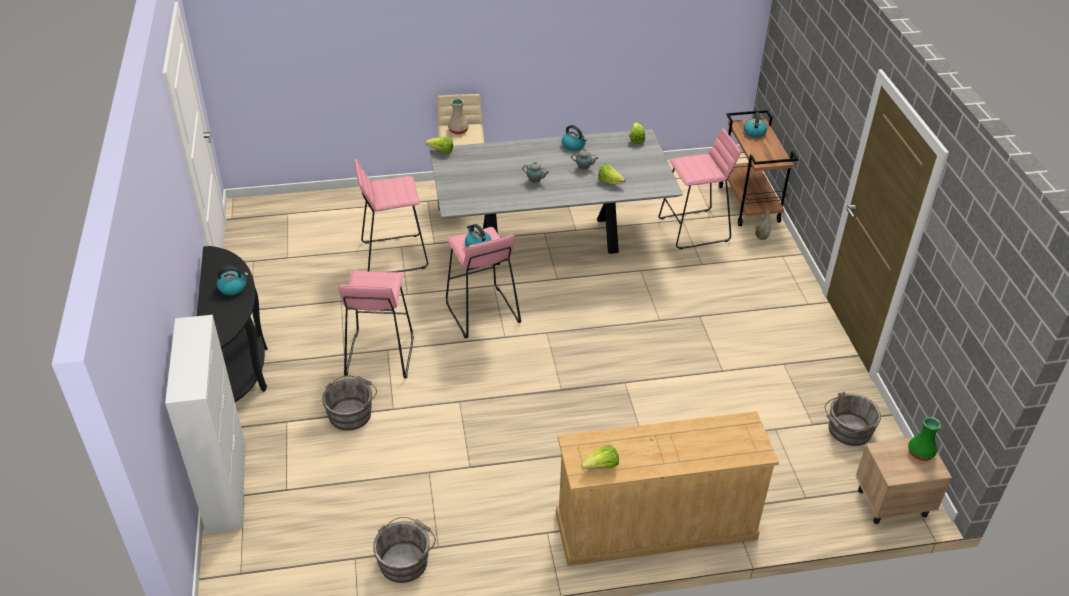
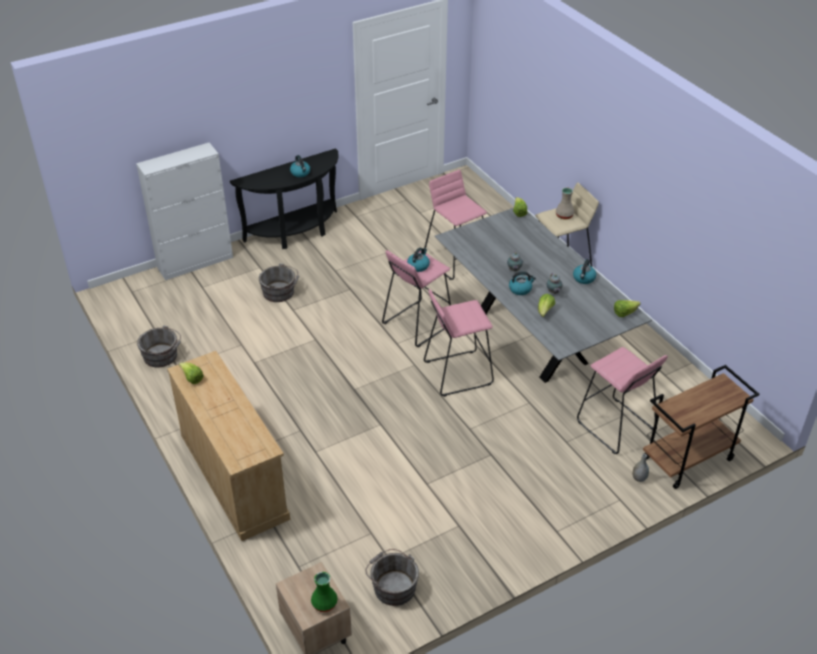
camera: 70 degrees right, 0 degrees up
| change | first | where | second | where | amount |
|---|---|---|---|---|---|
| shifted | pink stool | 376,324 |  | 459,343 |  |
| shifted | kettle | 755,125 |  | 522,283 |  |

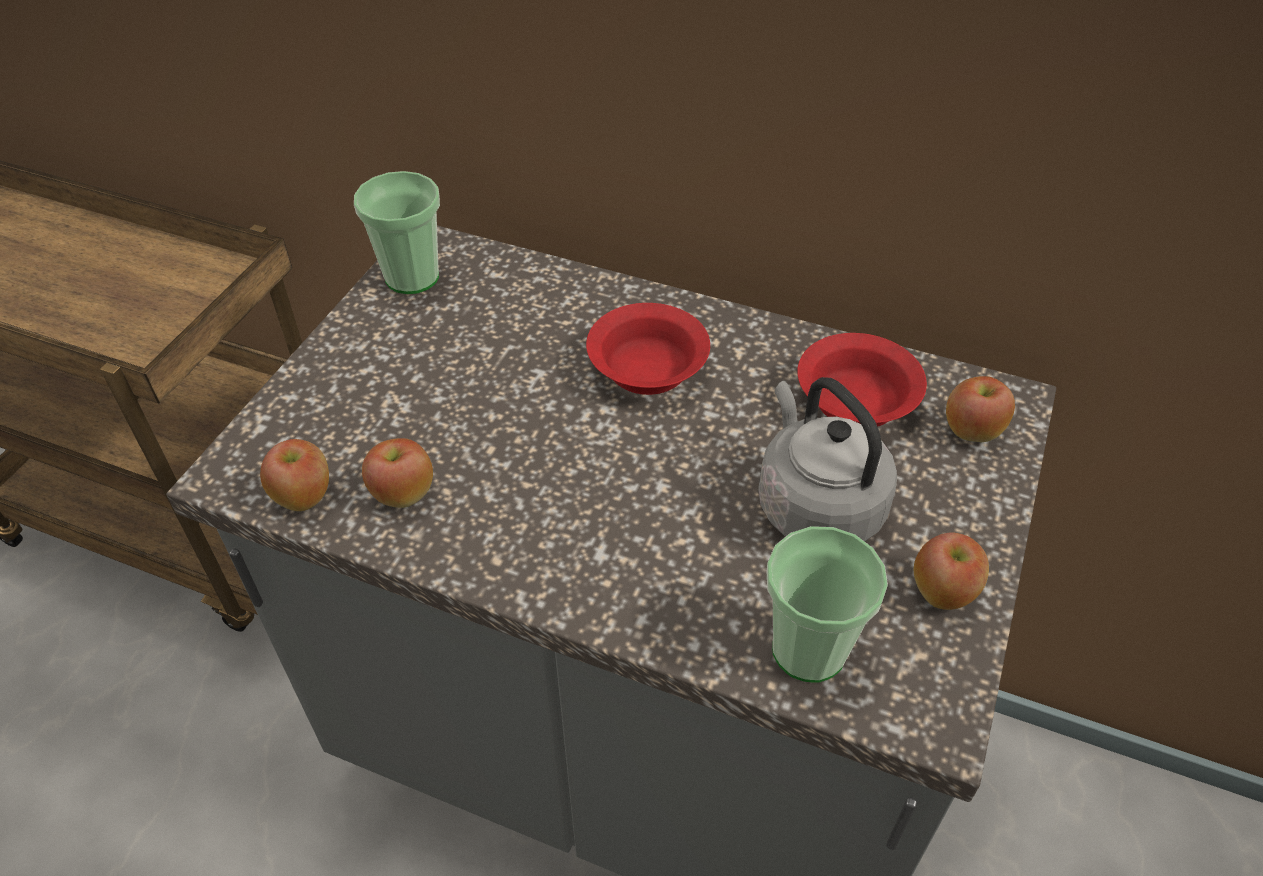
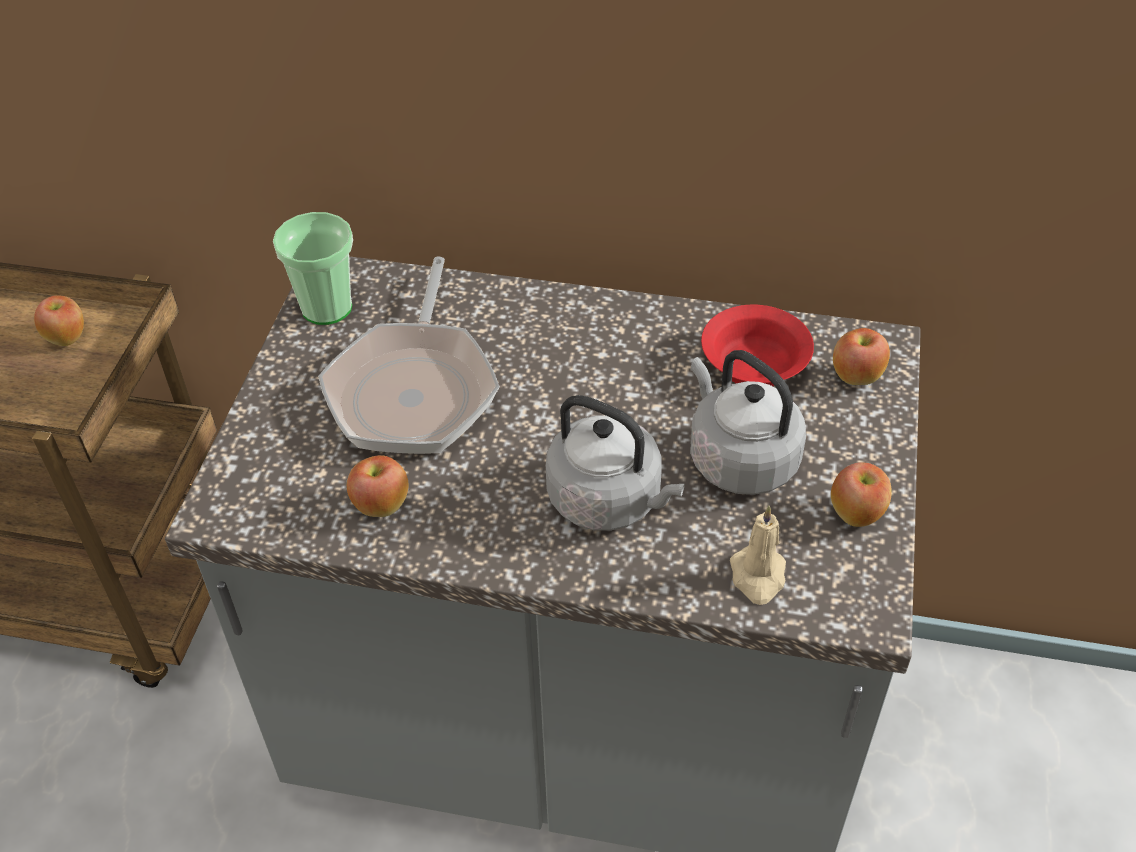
camera: 10 degrees left, 0 degrees up
| change | first | where | second | where | amount |
|---|---|---|---|---|---|
| shifted | apple | 294,475 |  | 59,321 |  |
| gone | red bowl | 648,349 |  |  |  |
| swapped | cup | 827,604 | beige candle | 758,555 |  |
| new |  |  | frying pan | 409,355 |  |
| new |  |  | grey kettle | 615,463 |  |

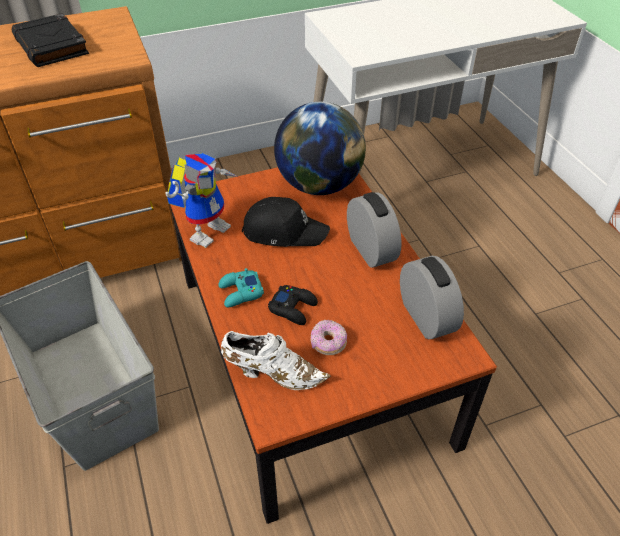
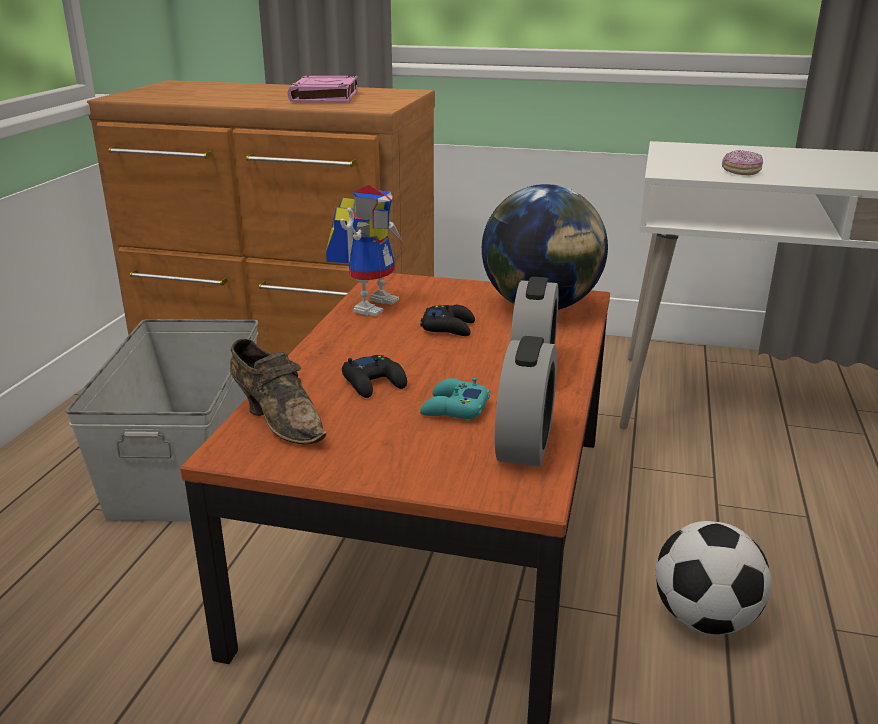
camera: 35 degrees right, 20 degrees down
| change | first | where | second | where | amount |
|---|---|---|---|---|---|
| repainted | black book | 50,40 | pink book | 322,89 |  |
| rotated | toy robot | 201,200 |  | 364,251 | 45 degrees counterclockwise |
| shifted | turquoise game controller | 241,287 |  | 455,398 |  |
| repainted | white shoe | 276,360 | brown shoe | 278,392 |  |
| swapped | black cap | 286,222 | black game controller | 447,320 |  |
| shifted | donut | 329,337 |  | 742,162 |  |
| new |  |  | football | 713,578 |  |

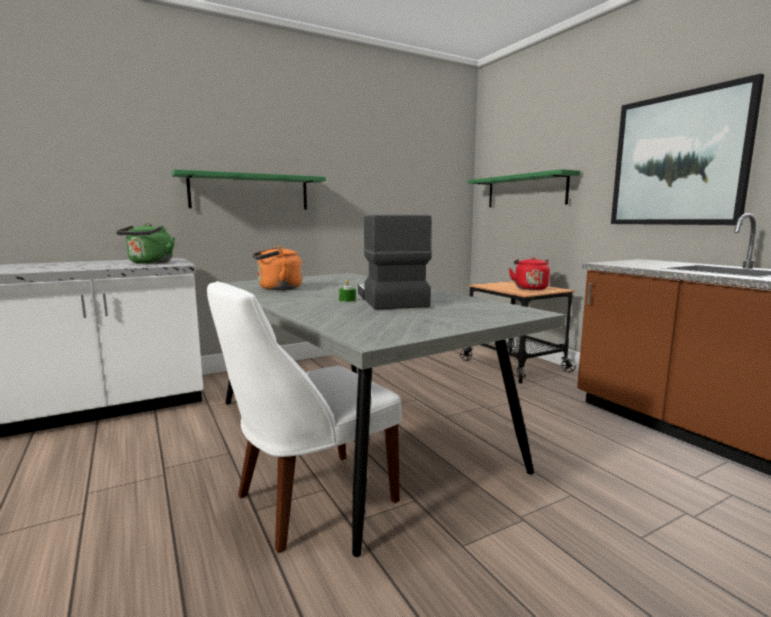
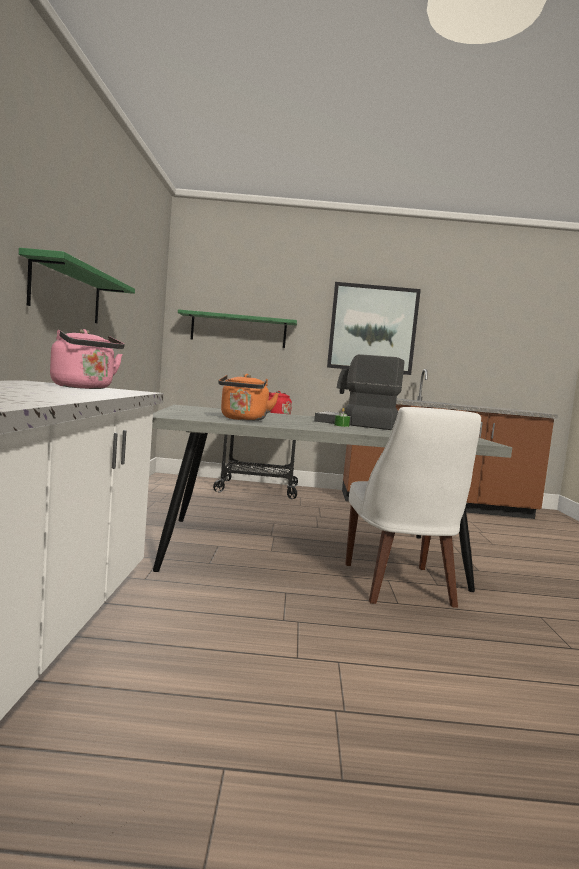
camera: 60 degrees left, 5 degrees down
| change | first | where | second | where | amount |
|---|---|---|---|---|---|
| repainted | green kettle | 145,243 | pink kettle | 87,359 |  |

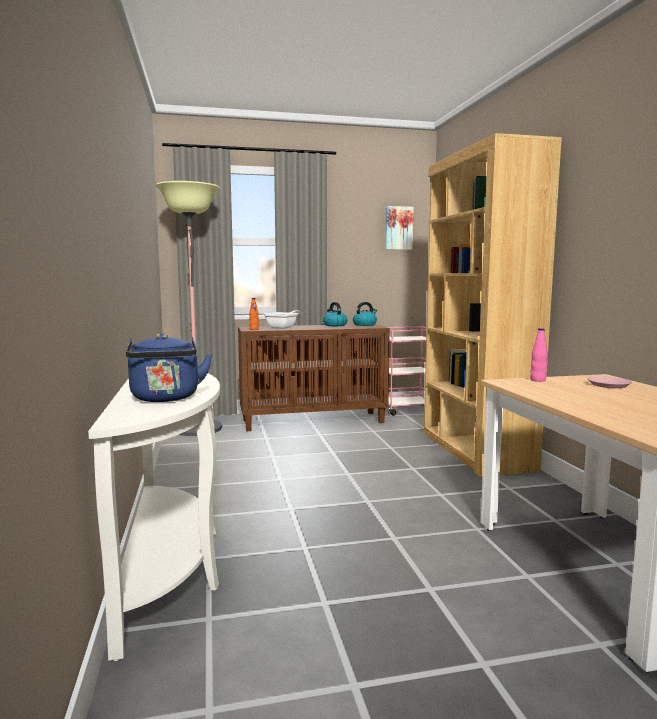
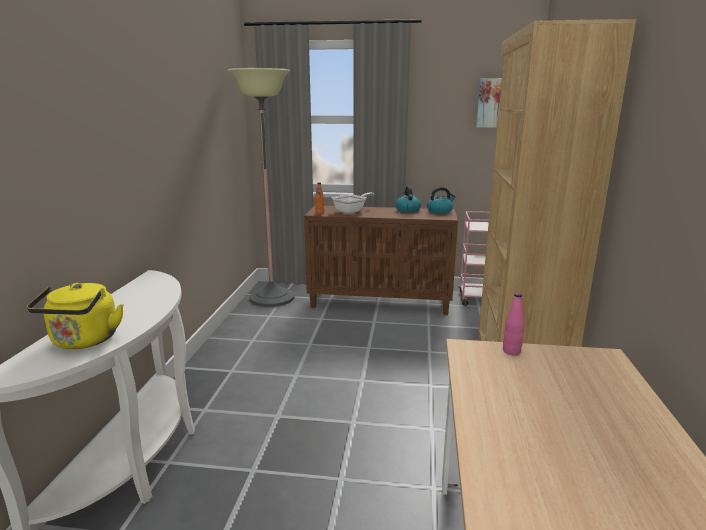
camera: 20 degrees right, 10 degrees up
| change | first | where | second | where | amount |
|---|---|---|---|---|---|
| repainted | blue kettle | 169,367 | yellow kettle | 75,316 |  |
| gone | pink plate | 610,382 |  |  |  |

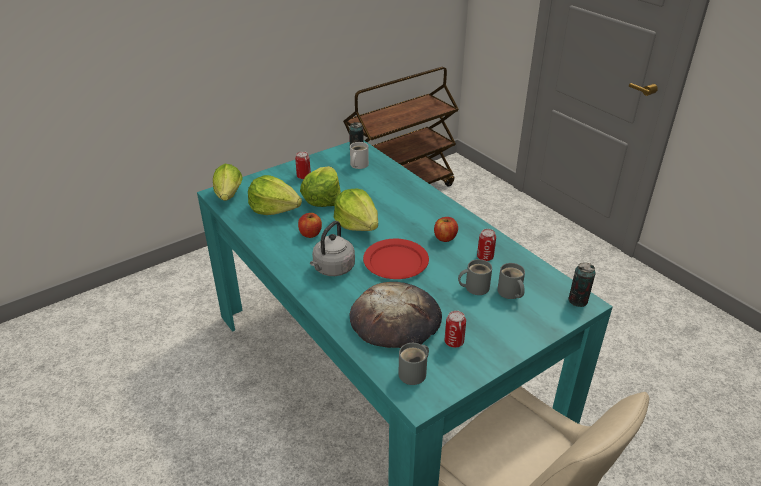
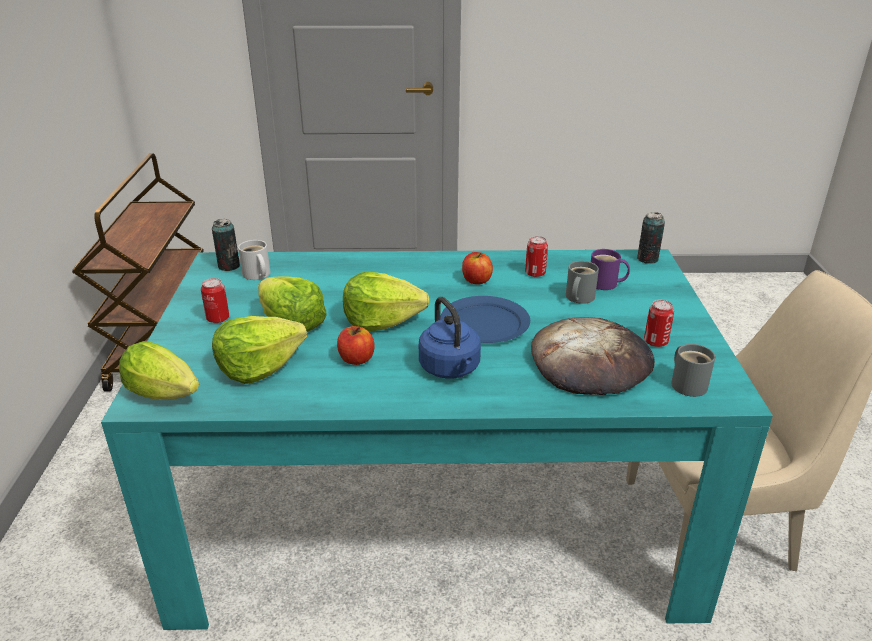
camera: 55 degrees left, 5 degrees down
| change | first | where | second | where | amount |
|---|---|---|---|---|---|
| repainted | grey kettle | 332,248 | blue kettle | 450,338 |  |
| repainted | red plate | 396,259 | blue plate | 485,319 |  |
| repainted | grey mug | 511,281 | purple mug | 610,269 |  |

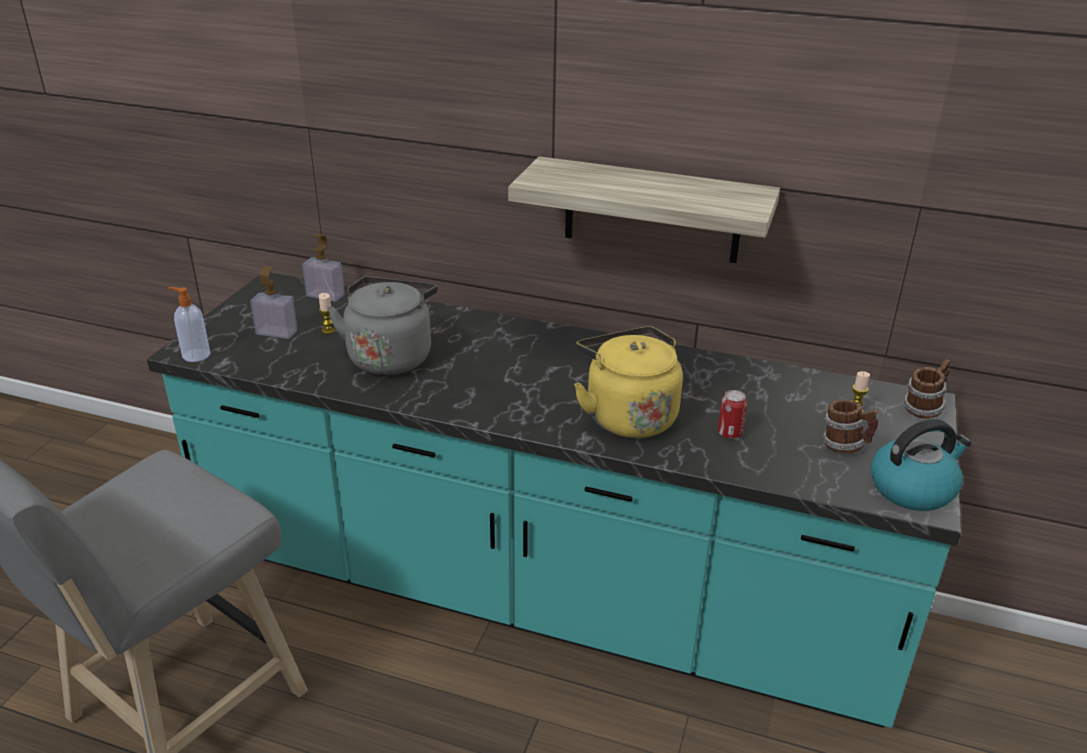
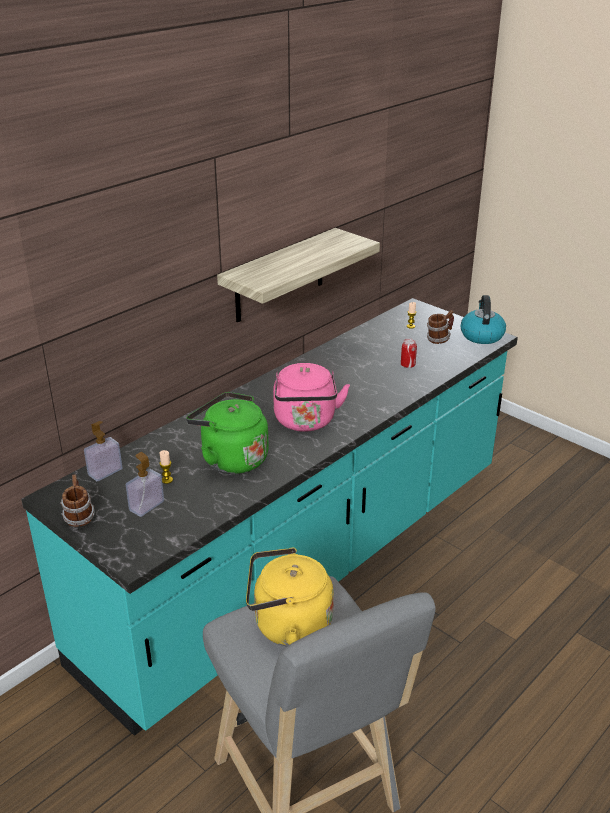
camera: 65 degrees left, 0 degrees up
| change | first | where | second | where | amount |
|---|---|---|---|---|---|
| gone | soap dispenser | 189,324 |  |  |  |
| repainted | grey kettle | 382,326 | green kettle | 227,433 |  |
| shifted | yellow kettle | 628,382 |  | 290,597 |  |
| shifted | mug | 927,389 |  | 77,500 |  |
| new |  |  | pink kettle | 311,397 |  |

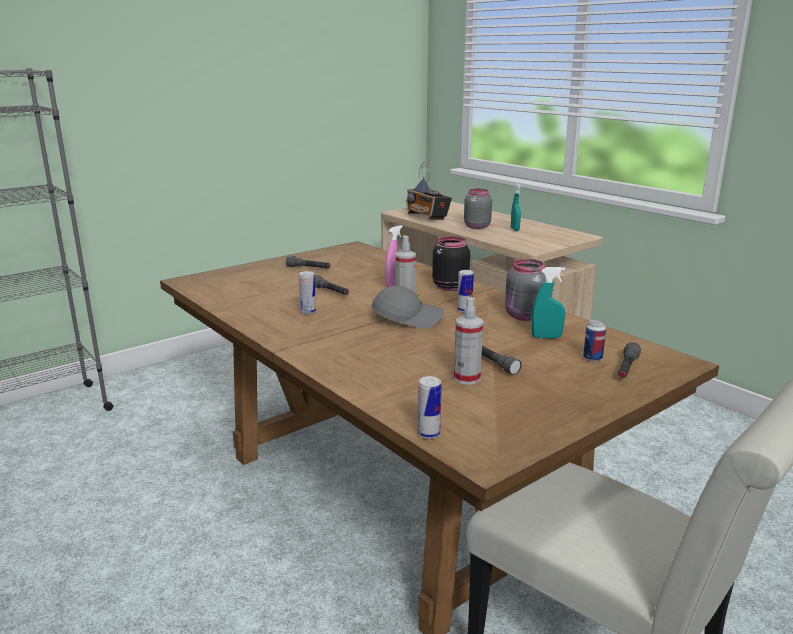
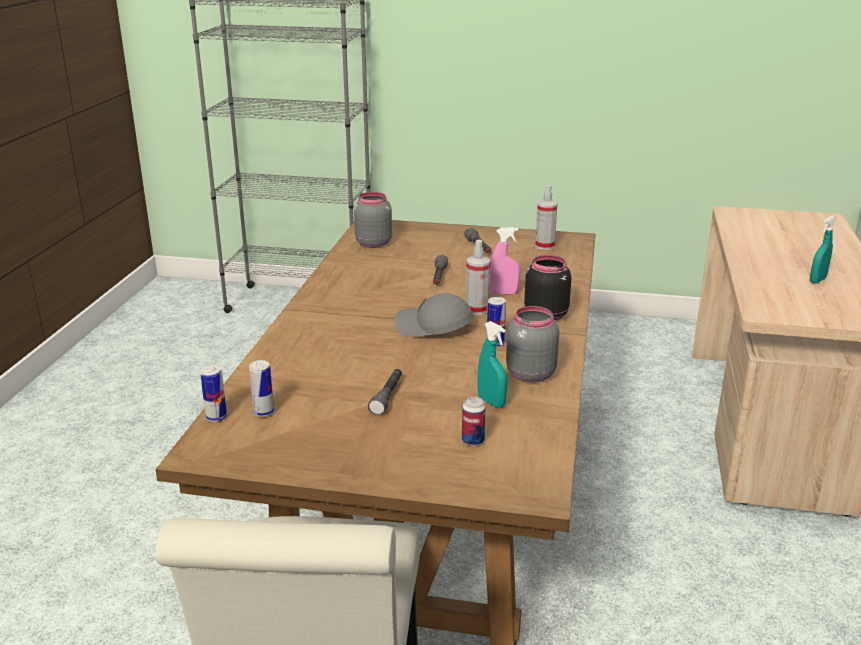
camera: 50 degrees right, 5 degrees up
| change | first | where | second | where | amount |
|---|---|---|---|---|---|
| shifted | can | 307,292 |  | 261,388 |  |
| rotated | grey cap | 407,307 |  | 434,315 | 150 degrees clockwise |
| gone | radio | 429,191 |  |  |  |
| shifted | spray bottle | 468,341 |  | 546,217 |  |
| shifted | grey jar | 478,209 |  | 373,220 |  |
| gone | grey flashlight | 629,360 |  |  |  |

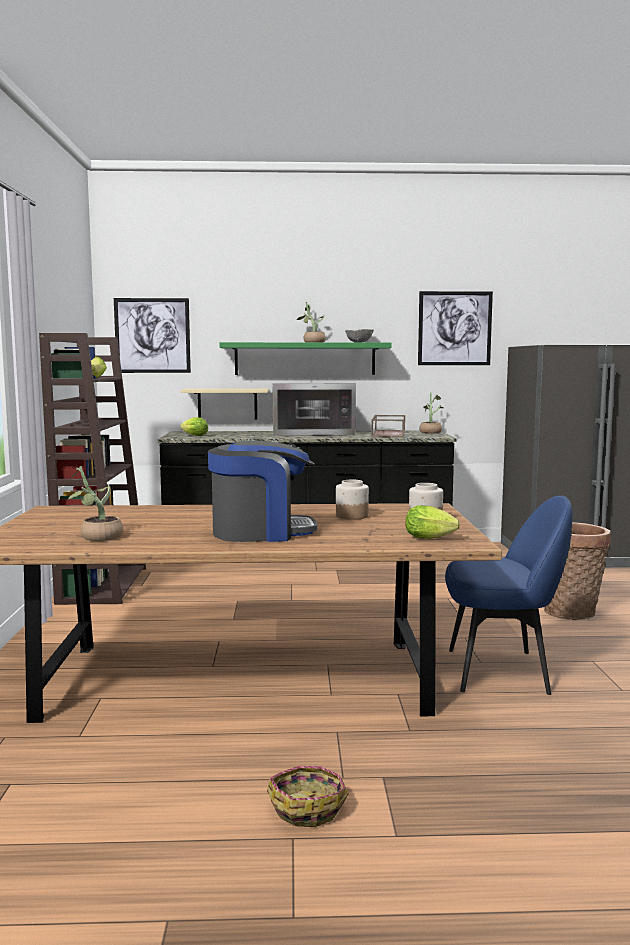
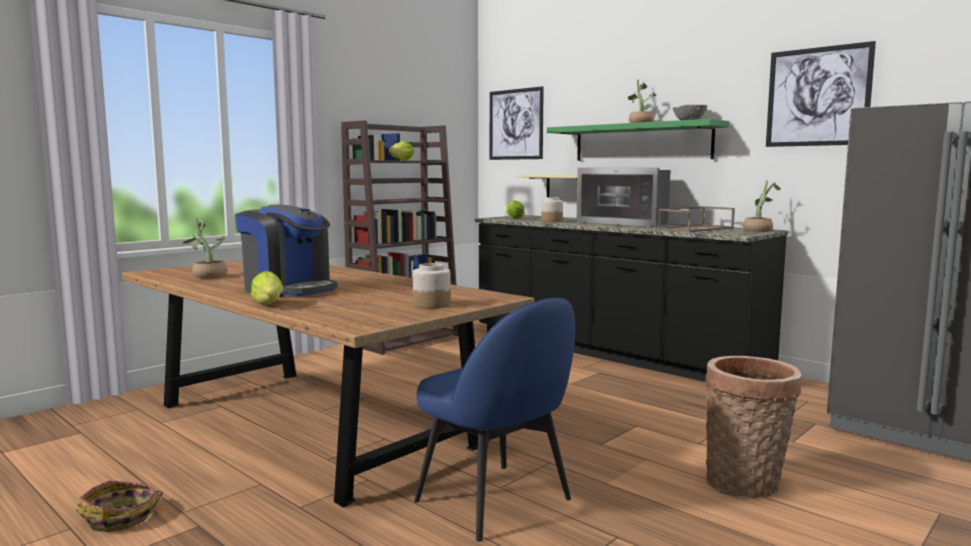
camera: 45 degrees right, 0 degrees up
| change | first | where | second | where | amount |
|---|---|---|---|---|---|
| shifted | jar | 352,500 |  | 552,209 |  |
| shifted | lettuce | 433,522 |  | 267,288 |  |

